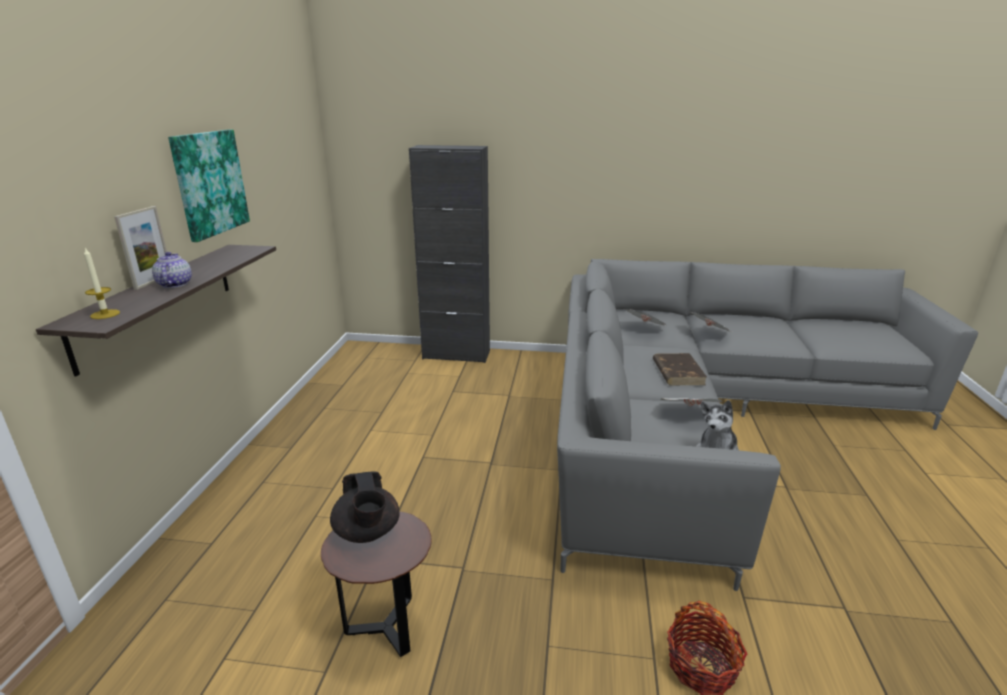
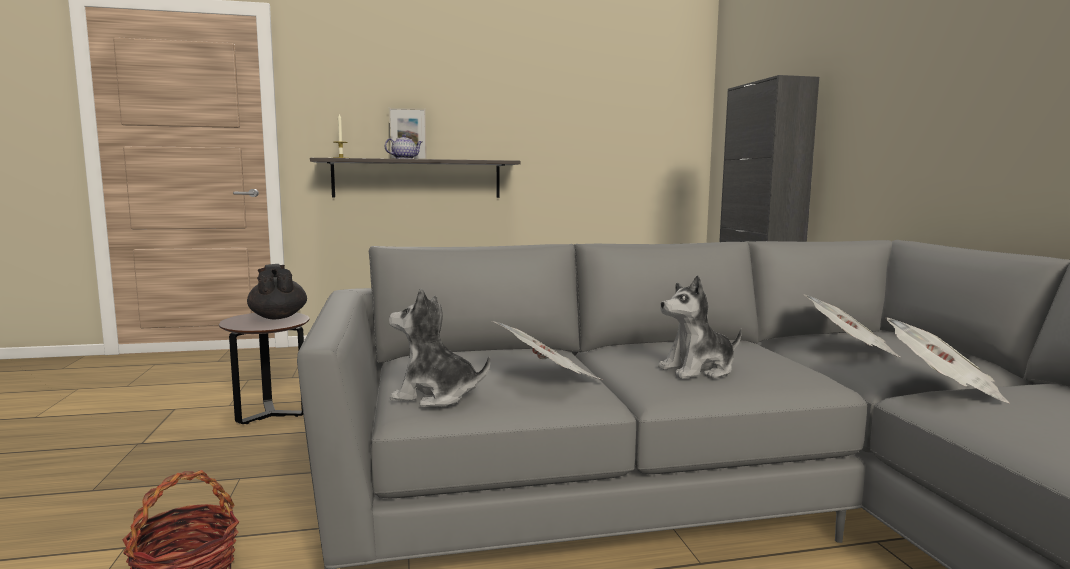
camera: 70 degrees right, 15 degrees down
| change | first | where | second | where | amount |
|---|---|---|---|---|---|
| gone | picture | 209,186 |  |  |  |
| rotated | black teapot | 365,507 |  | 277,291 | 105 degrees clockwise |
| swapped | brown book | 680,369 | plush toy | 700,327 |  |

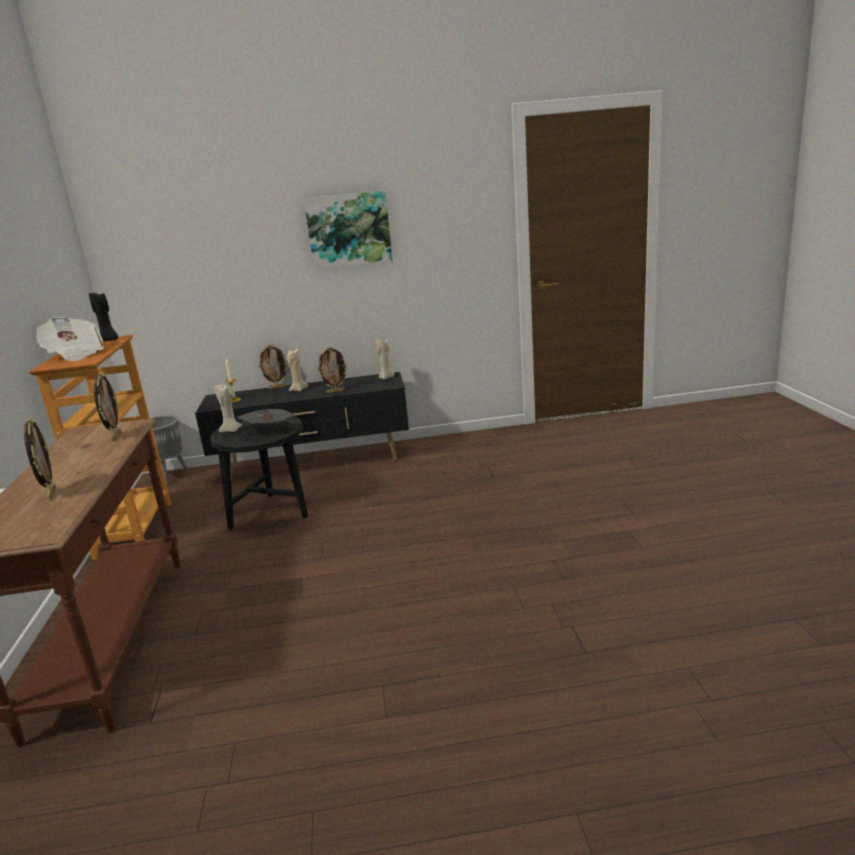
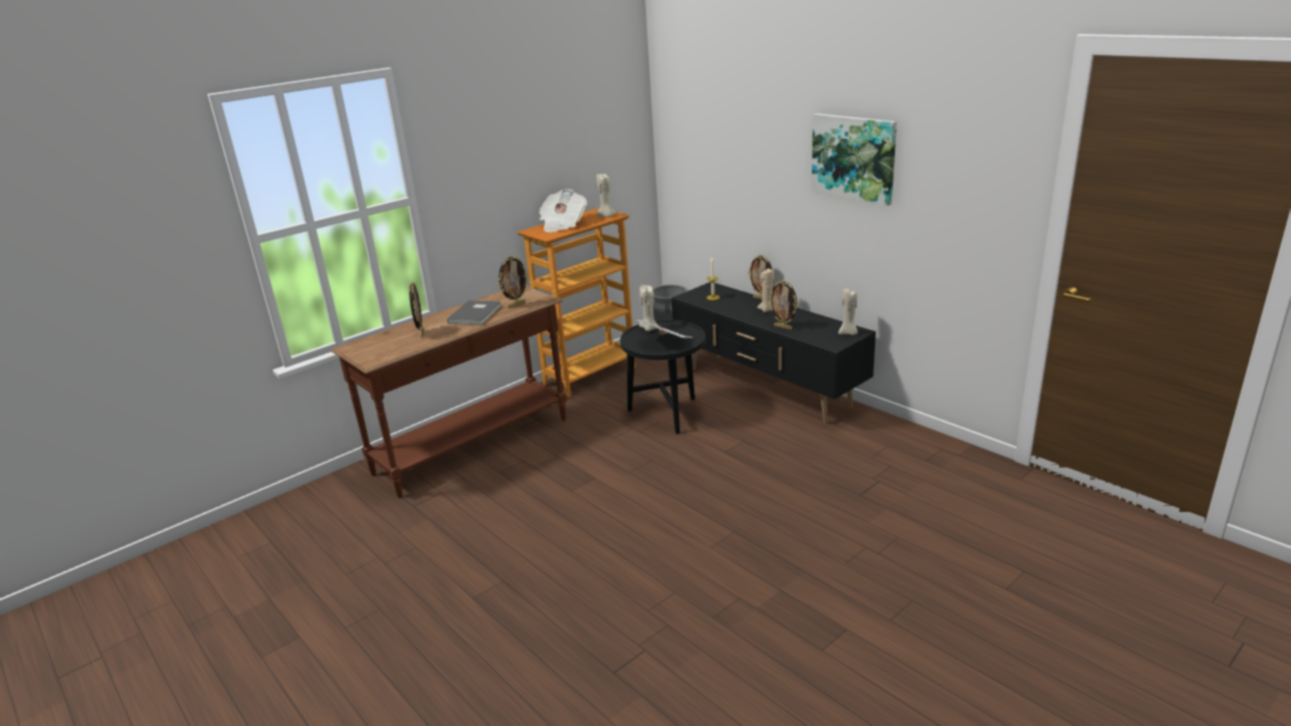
camera: 55 degrees right, 5 degrees up
| change | first | where | second | where | amount |
|---|---|---|---|---|---|
| rotated | picture frame | 40,459 |  | 416,309 | 45 degrees counterclockwise |
| repainted | black candle | 103,316 | beige candle | 606,195 |  |
| new |  |  | grey book | 474,312 |  |

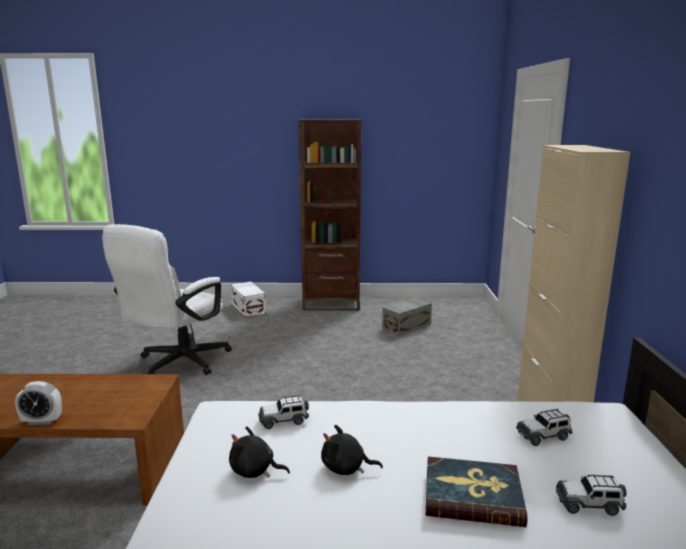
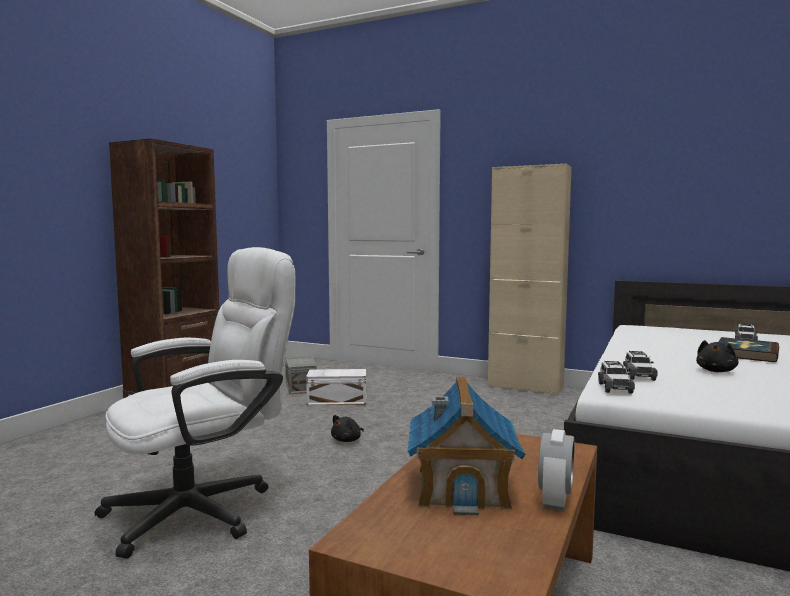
camera: 65 degrees left, 10 degrees down
| change | first | where | second | where | amount |
|---|---|---|---|---|---|
| rotated | white office chair | 167,299 |  | 195,403 | 90 degrees counterclockwise |
| shifted | black plush toy | 259,452 |  | 347,428 |  |
| shifted | white storage box | 248,299 |  | 336,387 |  |
| shifted | toy car | 544,427 |  | 616,377 |  |
| new |  |  | toy house | 466,445 |  |

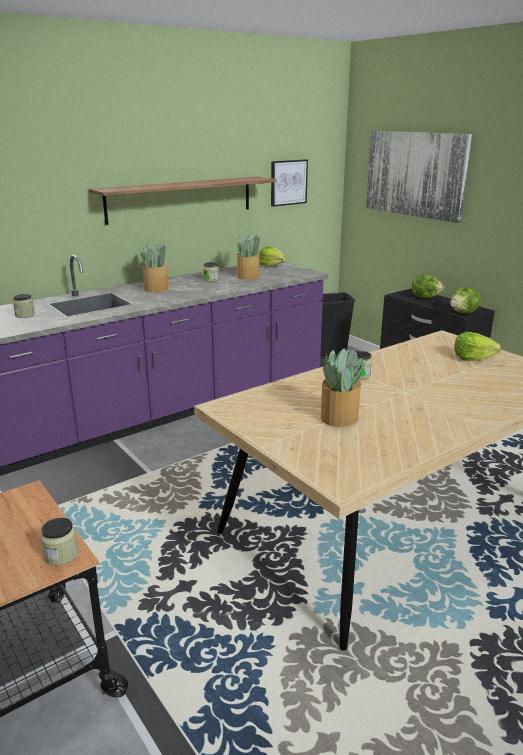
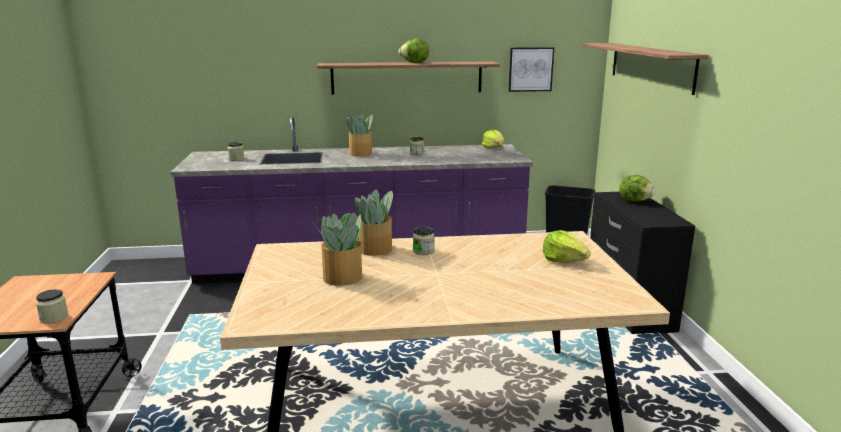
camera: 30 degrees right, 5 degrees down
| change | first | where | second | where | amount |
|---|---|---|---|---|---|
| shifted | potted plant | 248,257 |  | 374,222 |  |
| swapped | picture | 419,177 | shelf | 645,69 |  |
| shifted | lettuce | 465,300 |  | 413,51 |  |

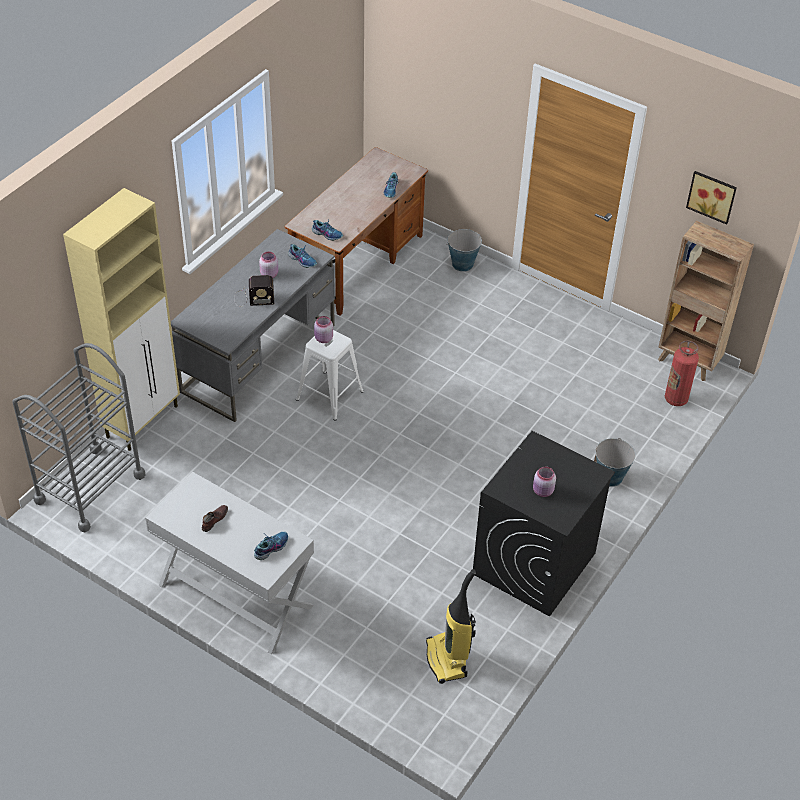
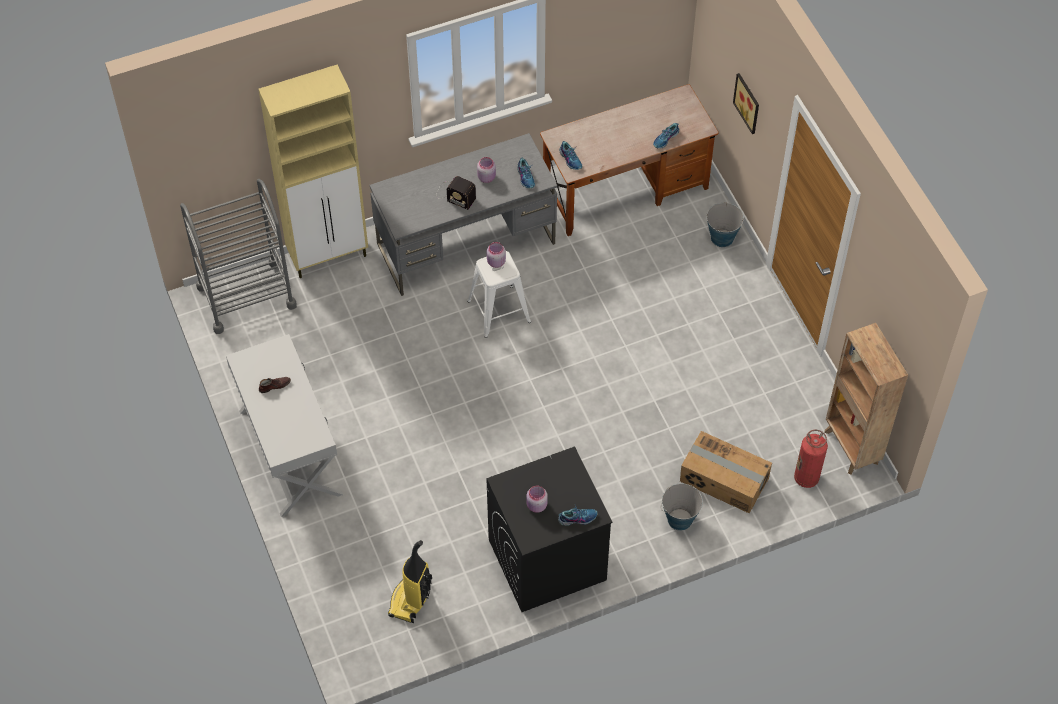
camera: 35 degrees right, 10 degrees up
| change | first | where | second | where | amount |
|---|---|---|---|---|---|
| shifted | shoe | 271,546 |  | 578,514 |  |
| shifted | picture | 711,198 |  | 746,103 |  |
| new |  |  | cardboard box | 726,472 |  |

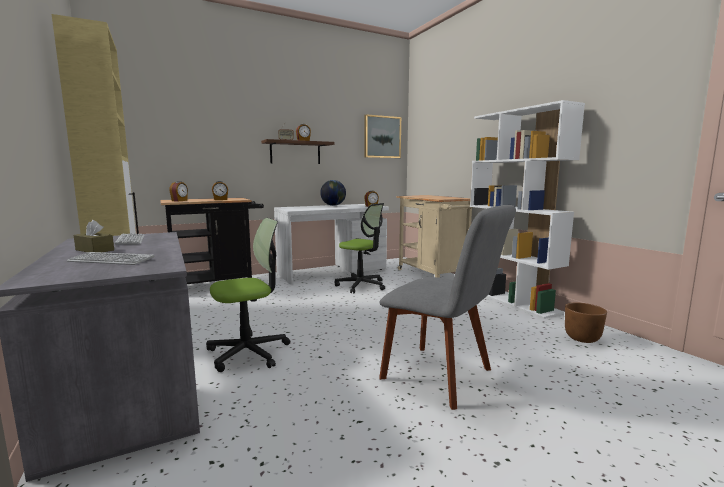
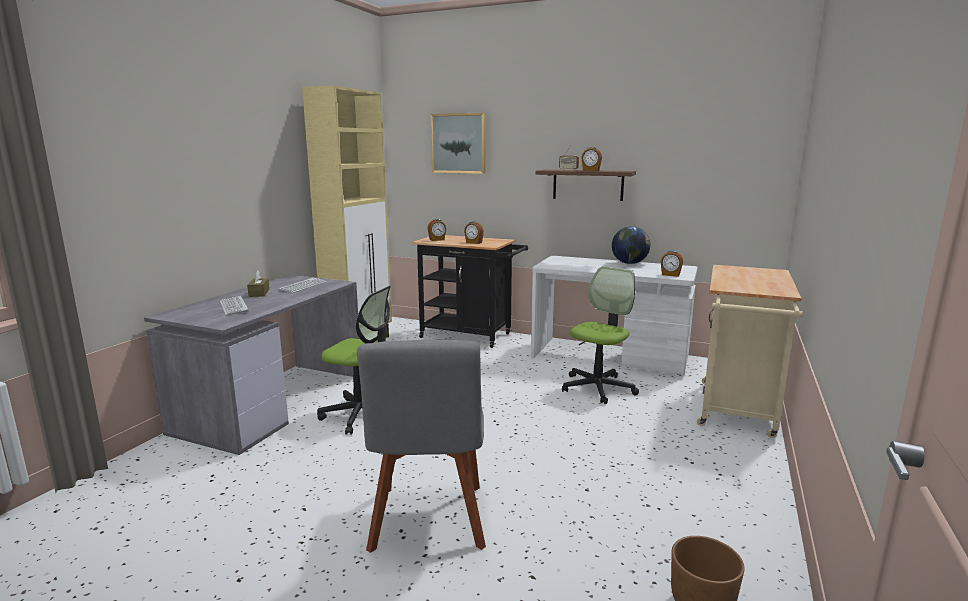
camera: 50 degrees right, 5 degrees up
| change | first | where | second | where | amount |
|---|---|---|---|---|---|
| rotated | office chair | 360,248 |  | 600,335 | 135 degrees counterclockwise |
| shifted | picture | 383,136 |  | 458,143 |  |
| gone | white bookcase | 527,209 |  |  |  |

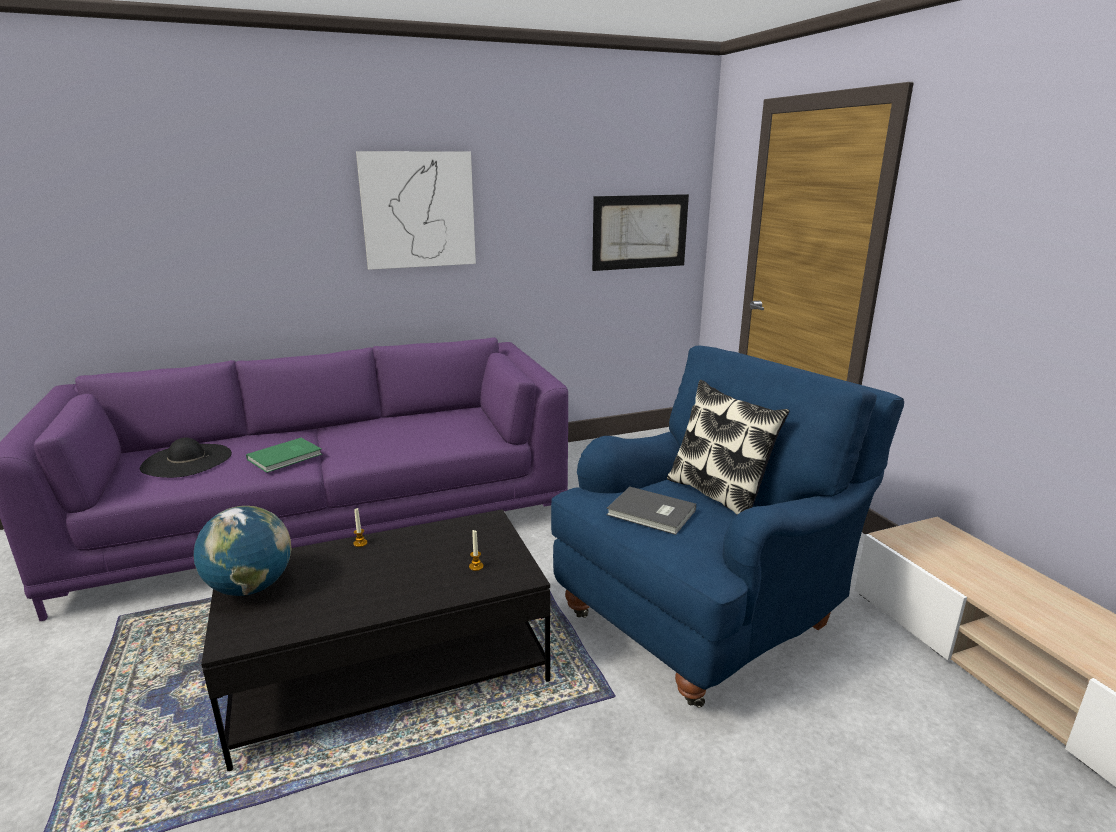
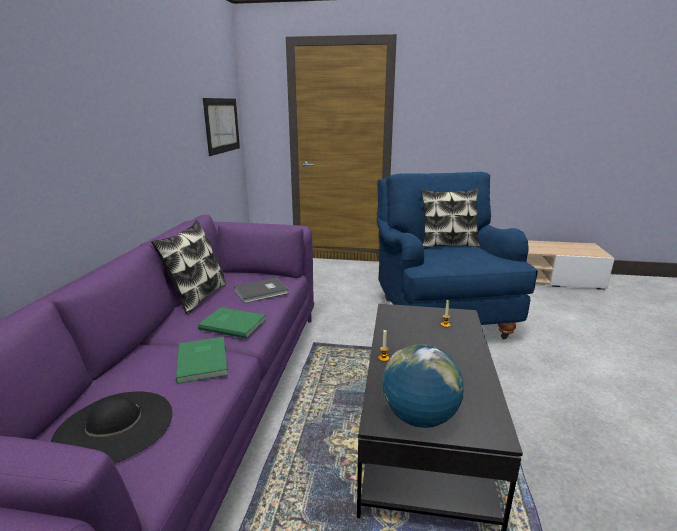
camera: 60 degrees left, 0 degrees up
| change | first | where | second | where | amount |
|---|---|---|---|---|---|
| gone | picture | 416,210 |  |  |  |
| shifted | grey book | 651,511 |  | 261,290 |  |
| new |  |  | pillow | 189,267 |  |
| new |  |  | green book | 232,323 |  |

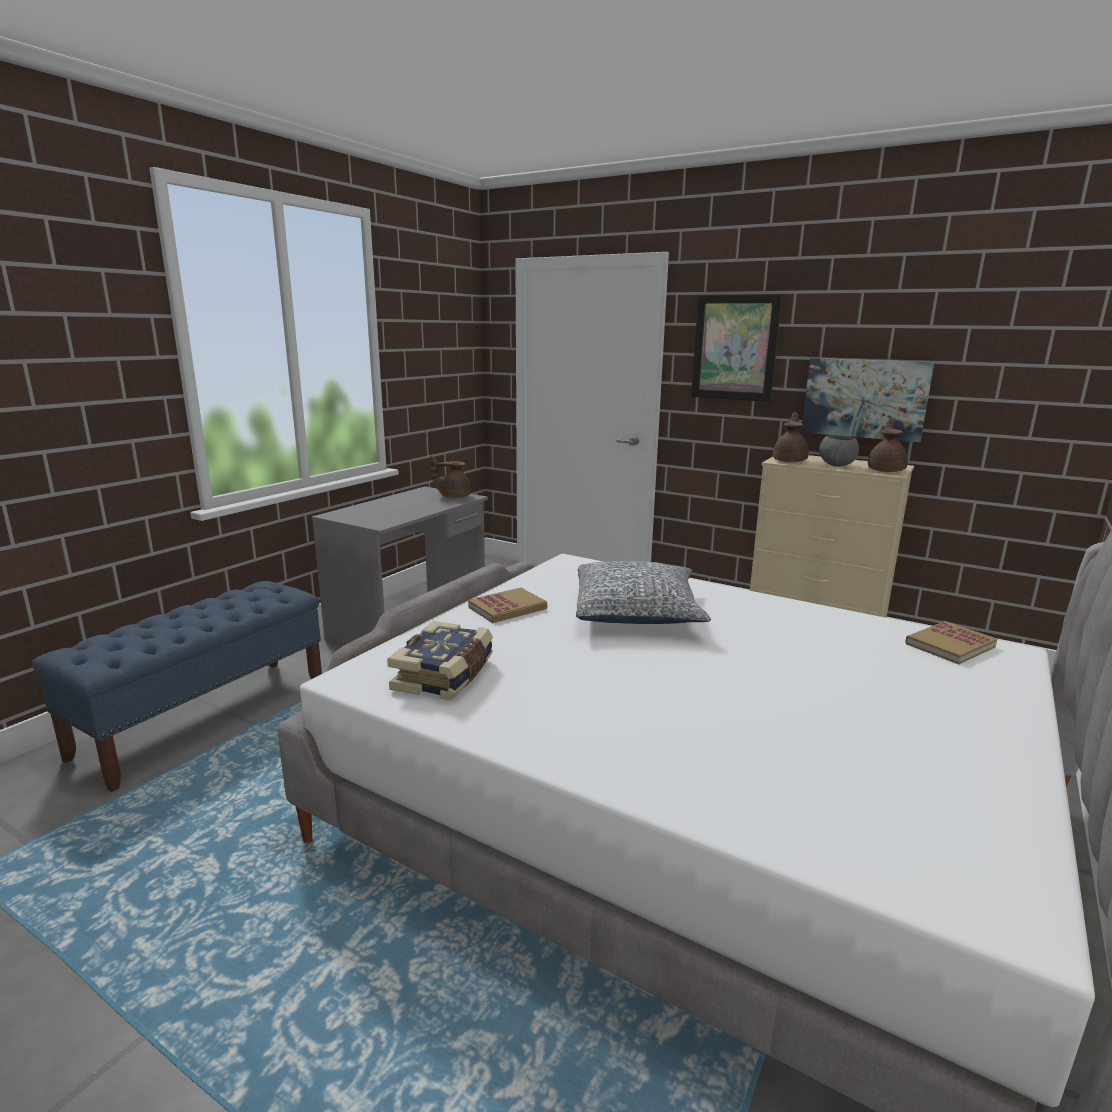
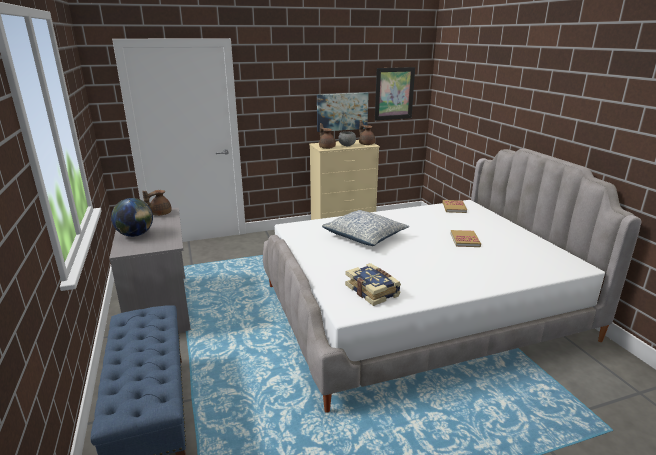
camera: 50 degrees left, 5 degrees up
| change | first | where | second | where | amount |
|---|---|---|---|---|---|
| shifted | book | 507,605 |  | 465,238 |  |
| shifted | picture | 736,348 |  | 395,93 |  |
| new |  |  | globe | 132,217 |  |

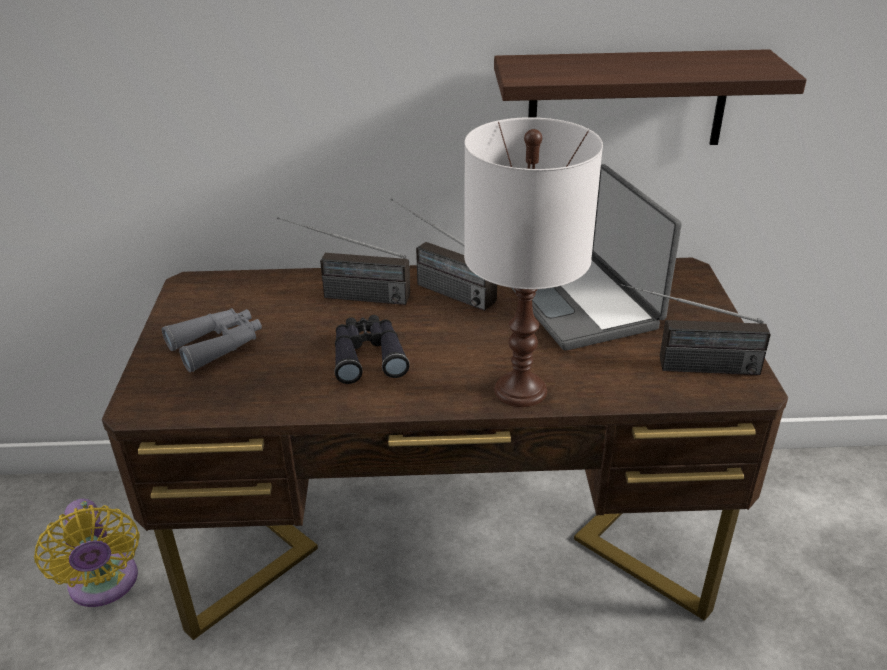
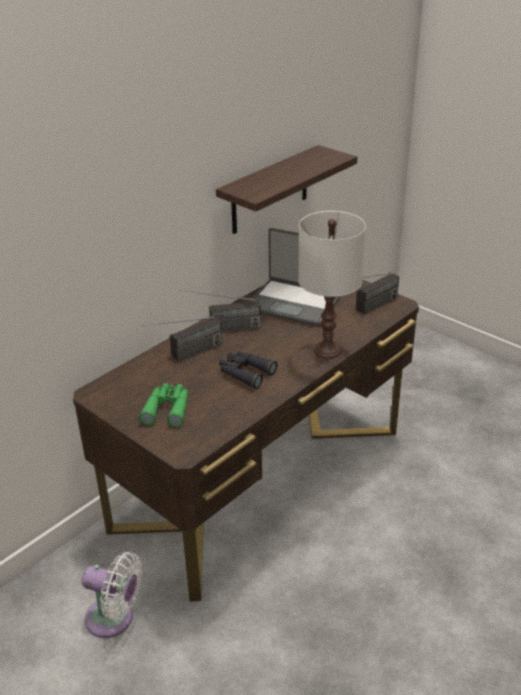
camera: 45 degrees left, 0 degrees up
| change | first | where | second | where | amount |
|---|---|---|---|---|---|
| repainted | yellow fan | 87,553 | white fan | 111,595 |  |
| repainted | grey binoculars | 212,340 | green binoculars | 163,405 |  |

